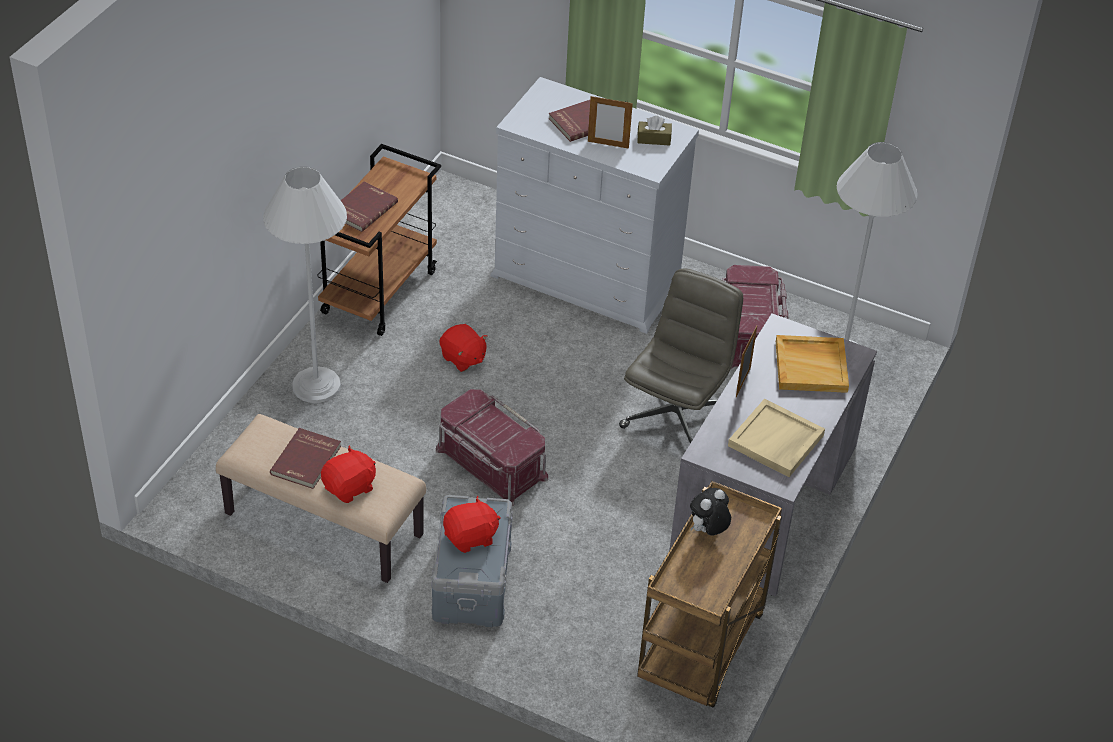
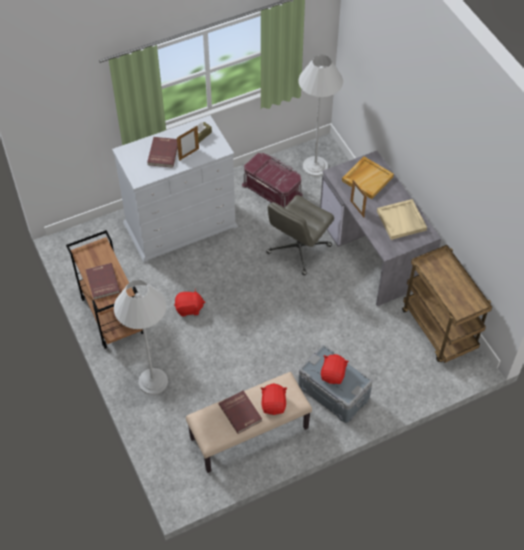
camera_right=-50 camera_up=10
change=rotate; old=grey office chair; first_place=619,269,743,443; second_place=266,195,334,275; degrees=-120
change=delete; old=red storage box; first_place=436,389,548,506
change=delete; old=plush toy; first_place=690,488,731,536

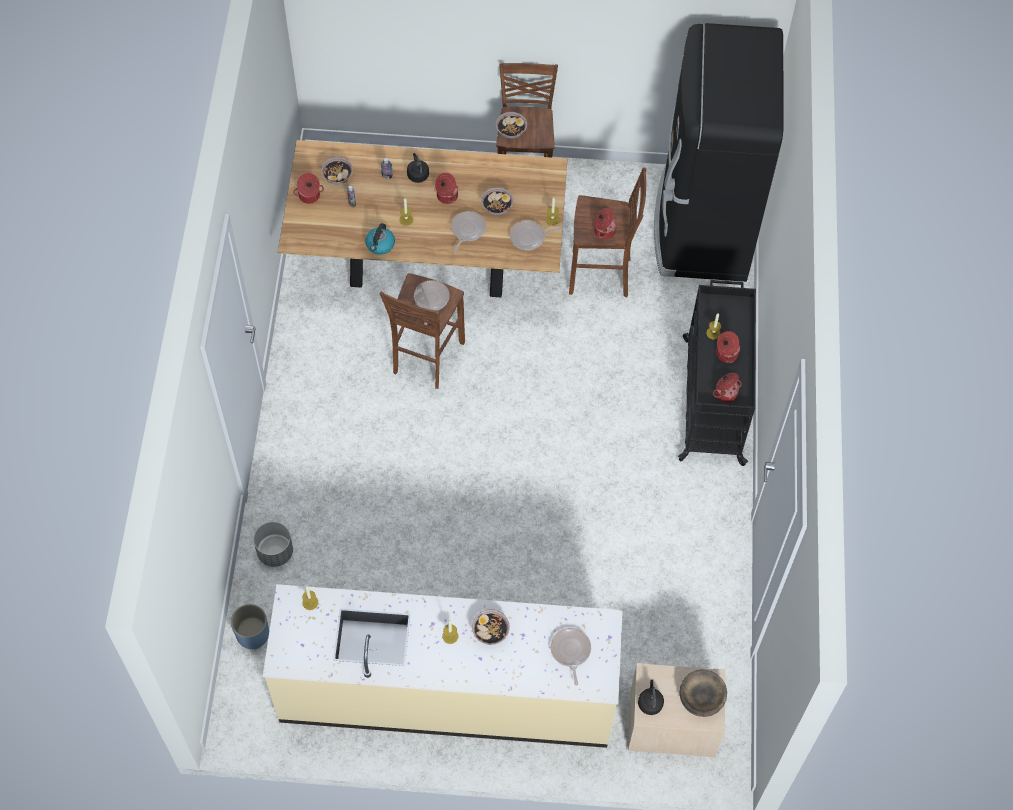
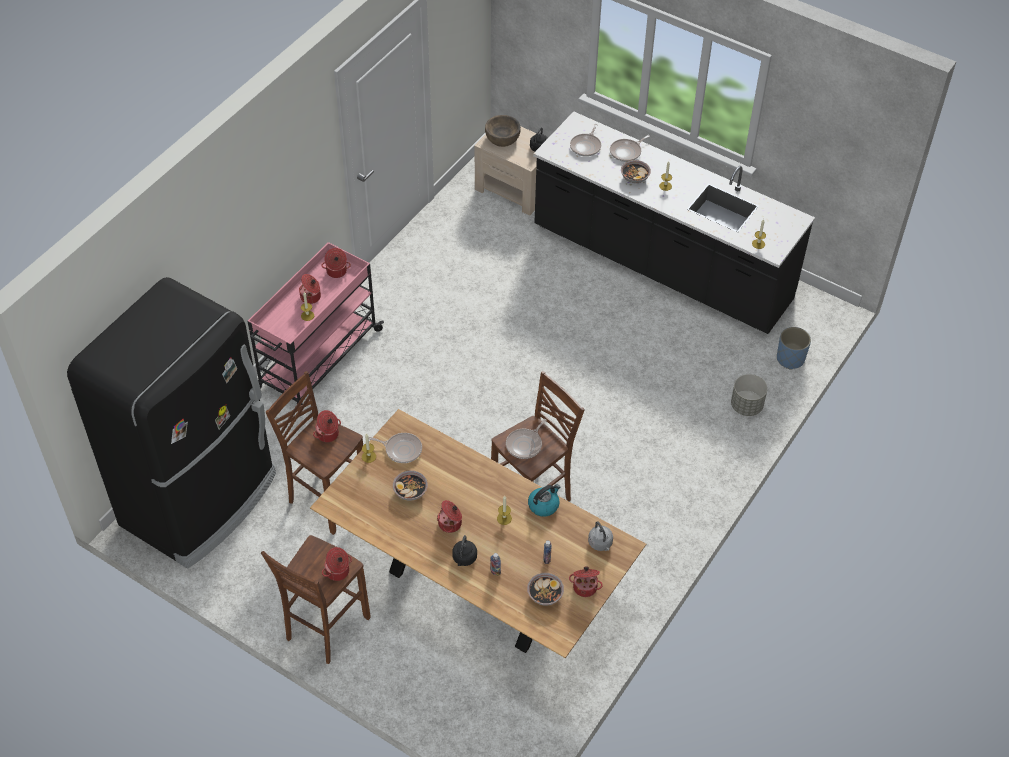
camera_right=-150 camera_up=-10
change=replace; old=bowl; new=cooking pot; first_place=496,112,527,138; second_place=322,547,352,581
change=move; old=frying pan; first_place=451,211,486,252; second_place=610,135,650,162
change=recolor; old=black cart; new=pink cart; first_place=678,280,756,466; second_place=248,242,384,406
change=recolor; old=beige counter; new=black counter; first_place=263,584,623,748; second_place=533,111,815,334
change=insert; new=grey kettle; second_place=588,522,613,551

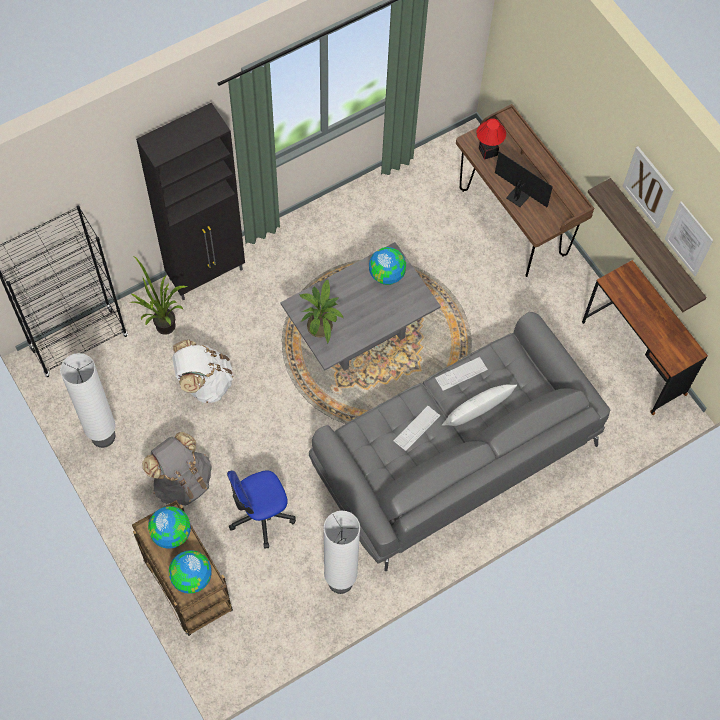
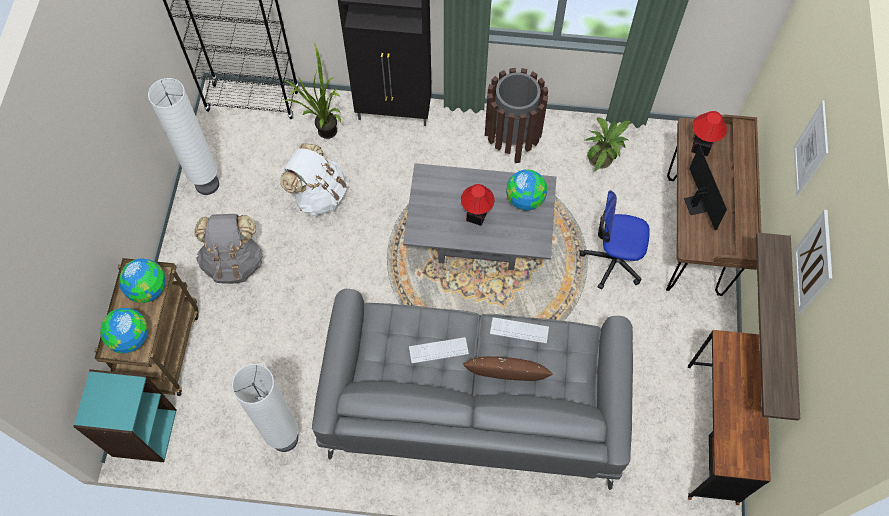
camera_right=40 camera_up=0
change=move; old=picture; first_place=665,201,713,276; second_place=794,100,828,197
change=move; old=potted plant; first_place=300,279,344,343; second_place=585,117,631,172
change=recolor; old=white pillow; new=brown pillow; first_place=442,385,517,426; second_place=463,356,553,381
change=move; old=office chair; first_place=227,470,296,549; second_place=580,190,650,290
change=insert; new=brown trash can; second_place=485,68,548,163
change=insert; new=table lamp; second_place=461,184,495,226
change=insert; new=turquoise bookcase; second_place=73,369,177,462

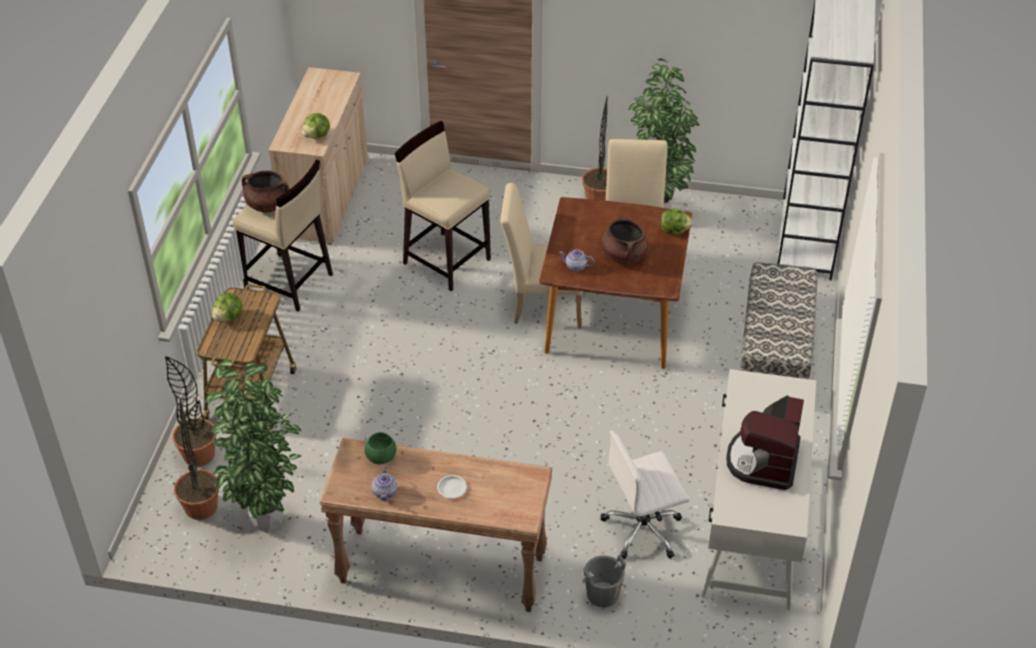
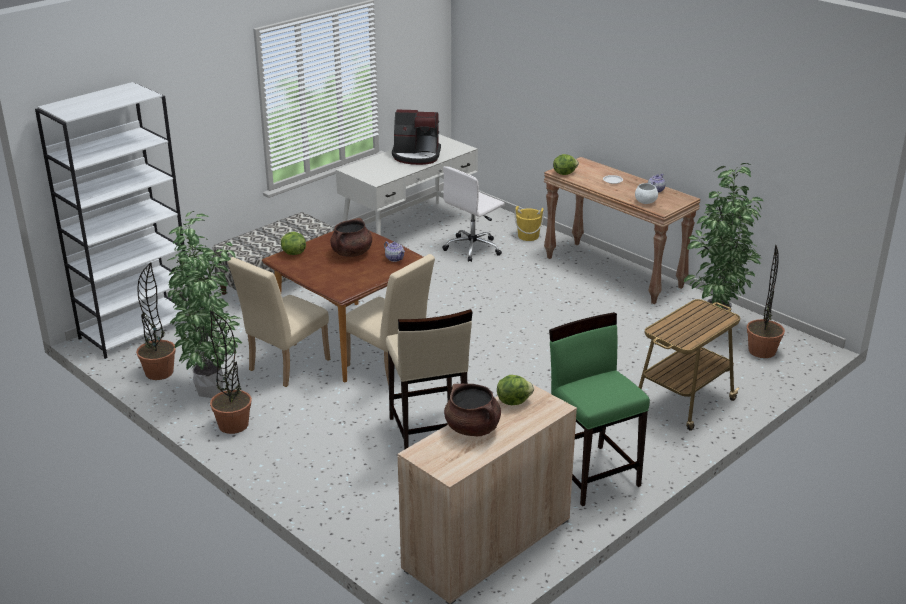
camera_right=-145 camera_up=-15
change=recolor; old=beige stool; new=green stool; first_place=233,159,333,312; second_place=549,312,650,506
change=move; old=brown cooking pot; first_place=242,170,290,213; second_place=444,384,501,436
change=move; old=lettuce; first_place=212,293,243,321; second_place=553,154,579,175
change=move; old=potted plant; first_place=165,356,216,466; second_place=136,262,176,380
change=rotate; old=coffee machine; first_place=726,395,804,490; second_place=392,110,441,165; degrees=45
change=rotate; old=white office chair; first_place=600,431,689,559; second_place=442,166,505,262; degrees=120
change=recolor; old=green bowl; new=white bowl; first_place=365,432,396,465; second_place=635,183,658,204
change=recolor; old=grey bucket; new=yellow bucket; first_place=583,555,626,607; second_place=514,206,544,241

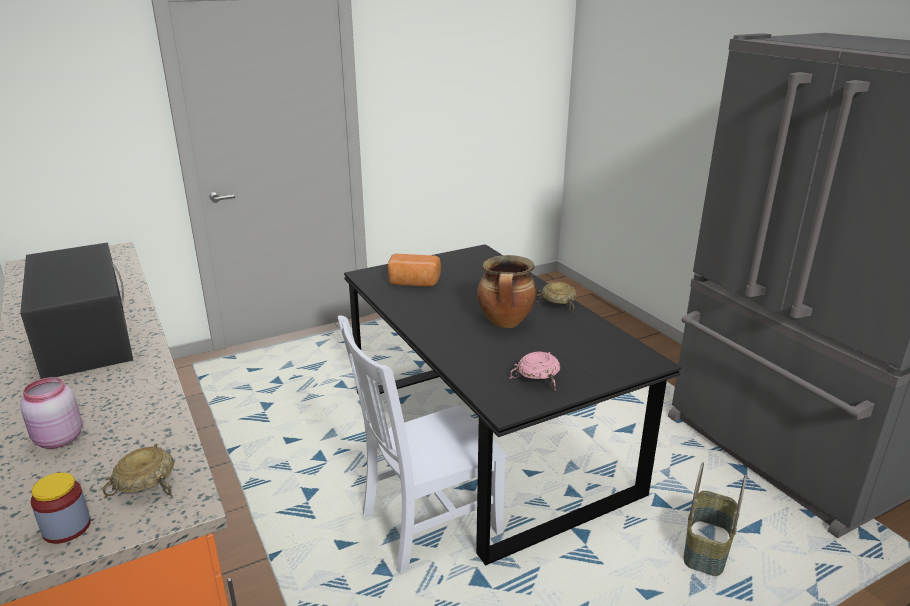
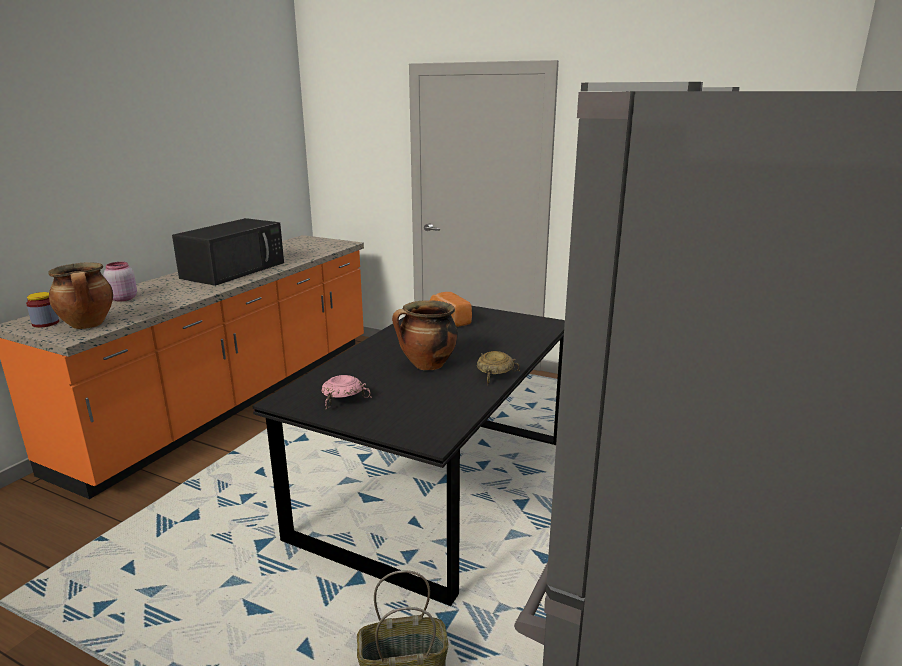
camera_right=55 camera_up=-5
change=delete; old=white chair; first_place=338,315,506,574
change=replace; old=beige bowl; new=cooking pot; first_place=103,444,174,499; second_place=48,263,113,329

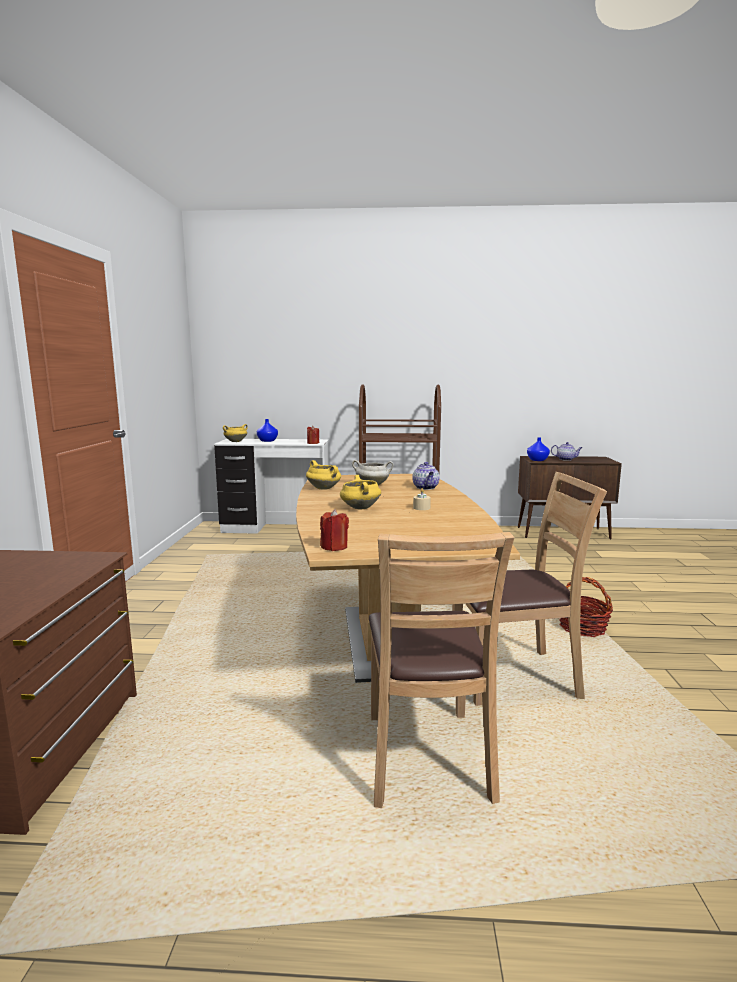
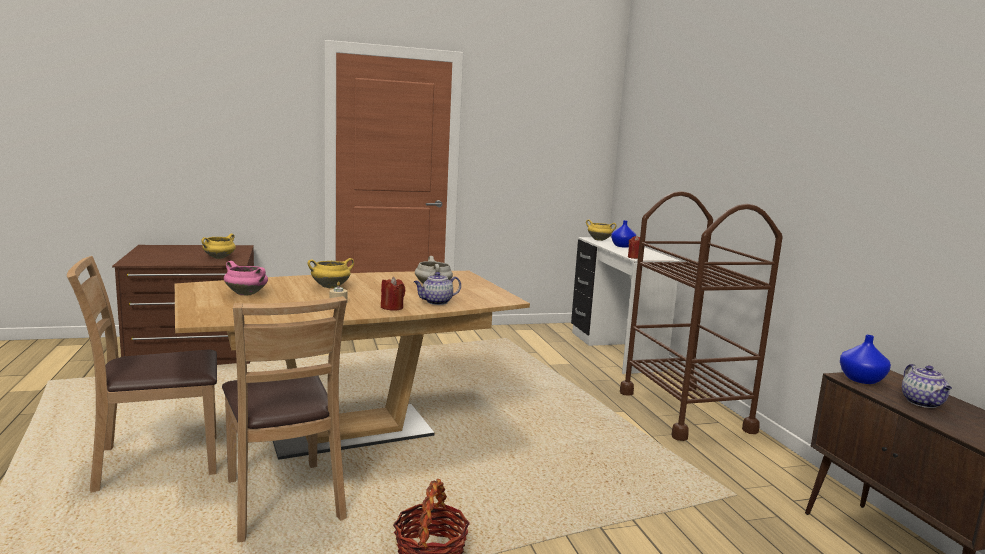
camera_right=70 camera_up=0
change=move; old=yellow cooking pot; first_place=306,460,341,490; second_place=202,234,236,259
change=move; old=red candle; first_place=320,509,349,551; second_place=381,277,405,311
change=insert; new=pink cooking pot; second_place=224,261,268,296

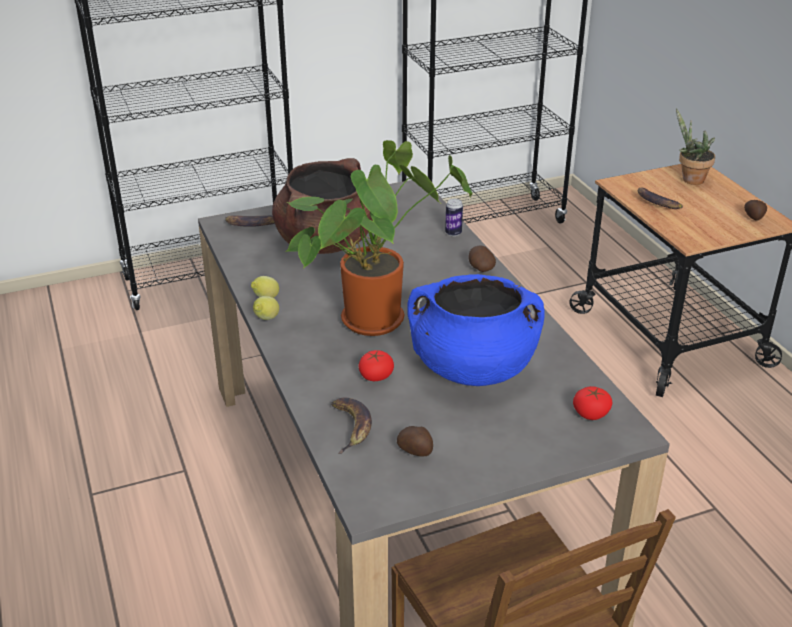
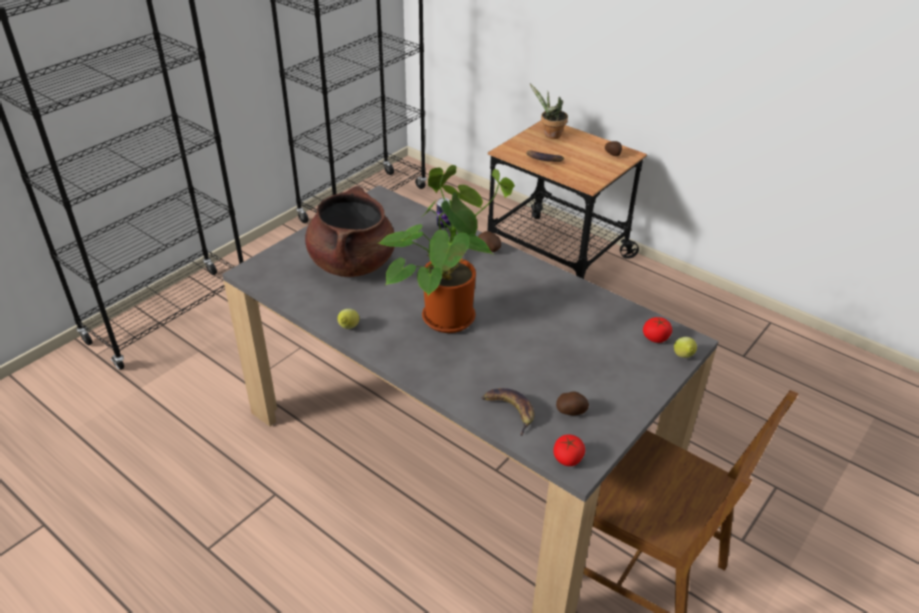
camera_right=-30 camera_up=5
change=delete; old=banana; first_place=225,215,275,227
change=delete; old=blue cooking pot; first_place=407,274,545,386
change=move; old=lemon; first_place=253,296,279,320; second_place=674,337,697,358
change=move; old=tomato; first_place=358,350,394,381; second_place=553,434,585,466

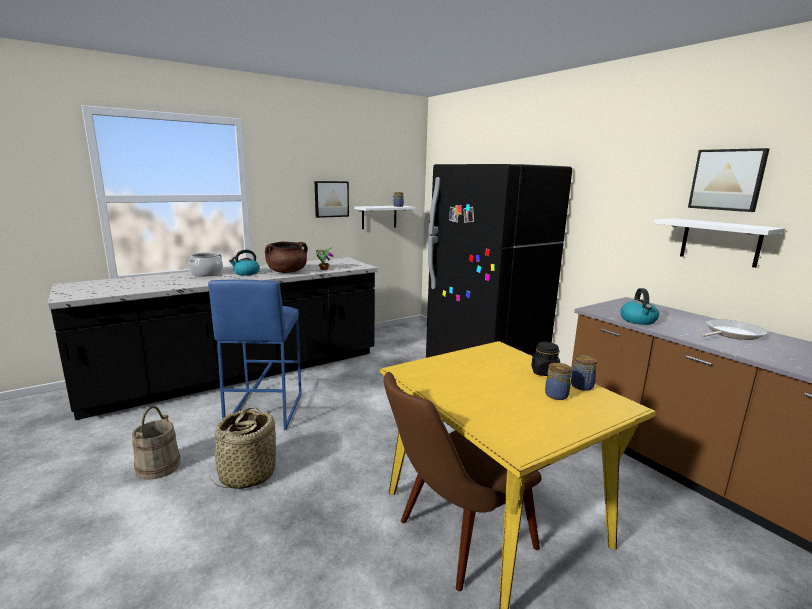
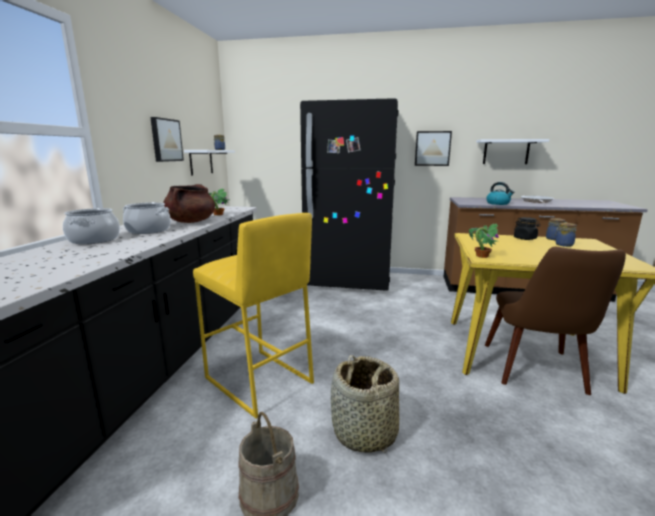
camera_right=-45 camera_up=0
change=move; old=picture; first_place=688,148,769,212; second_place=415,131,452,166
change=replace; old=kettle; new=cooking pot; first_place=229,250,260,275; second_place=123,202,171,234
change=recolor; old=blue stool; new=yellow stool; first_place=208,280,302,430; second_place=193,213,314,418
change=insert; new=potted plant; second_place=469,224,499,258

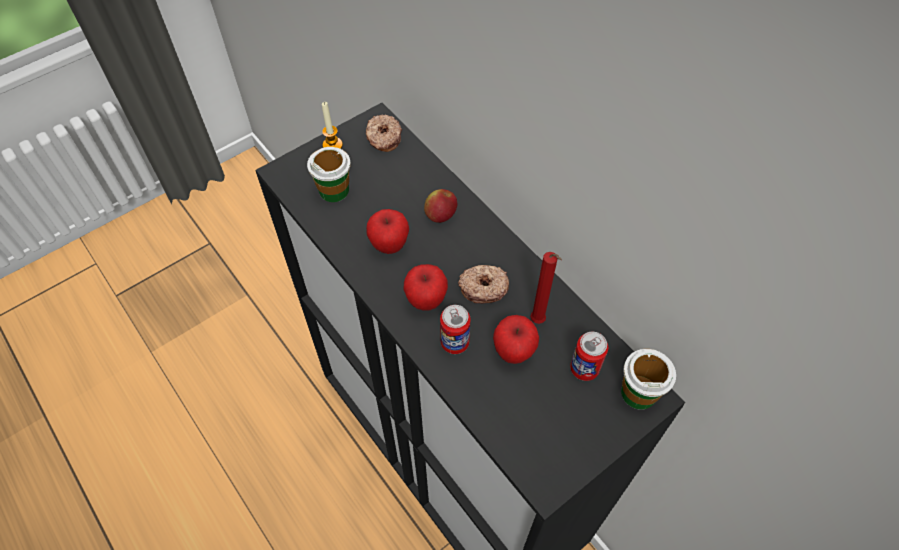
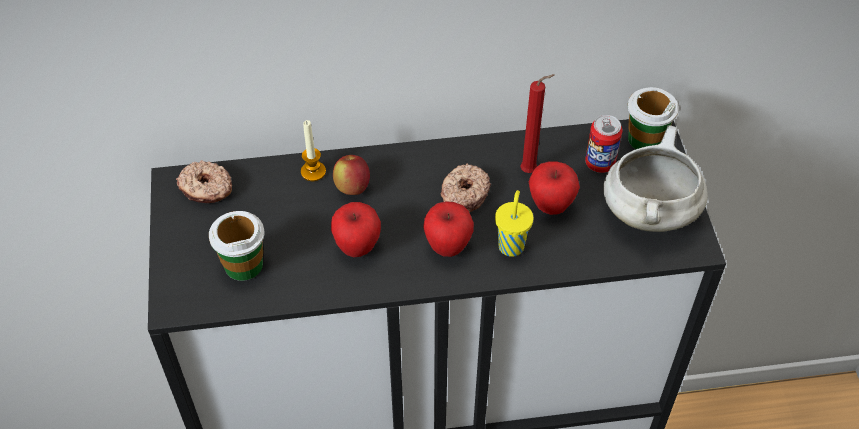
camera_right=-60 camera_up=-5
change=move; old=candle; first_place=322,102,343,149; second_place=301,120,326,181
change=replace; old=can; new=yellow cup; first_place=440,305,471,354; second_place=495,190,533,257
change=insert; new=white cooking pot; second_place=603,125,708,232

